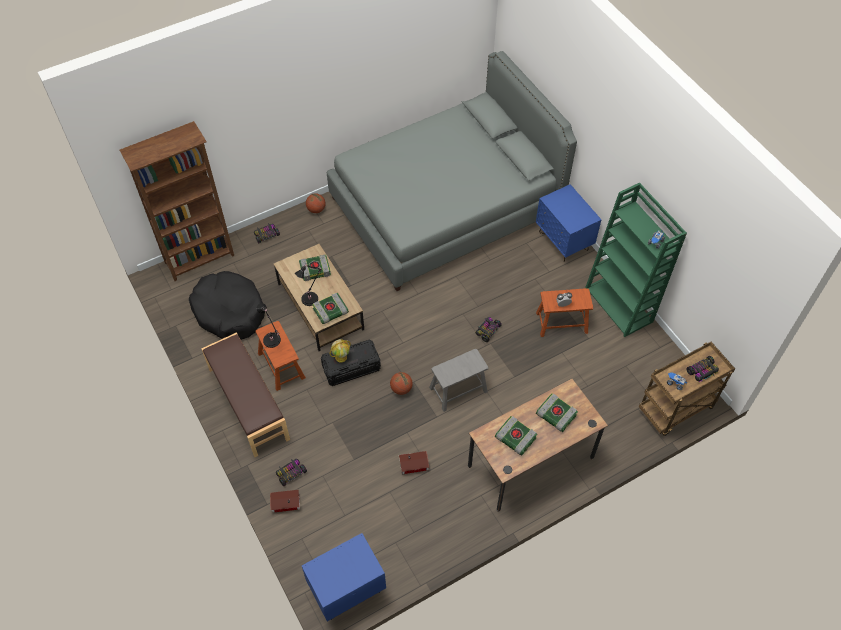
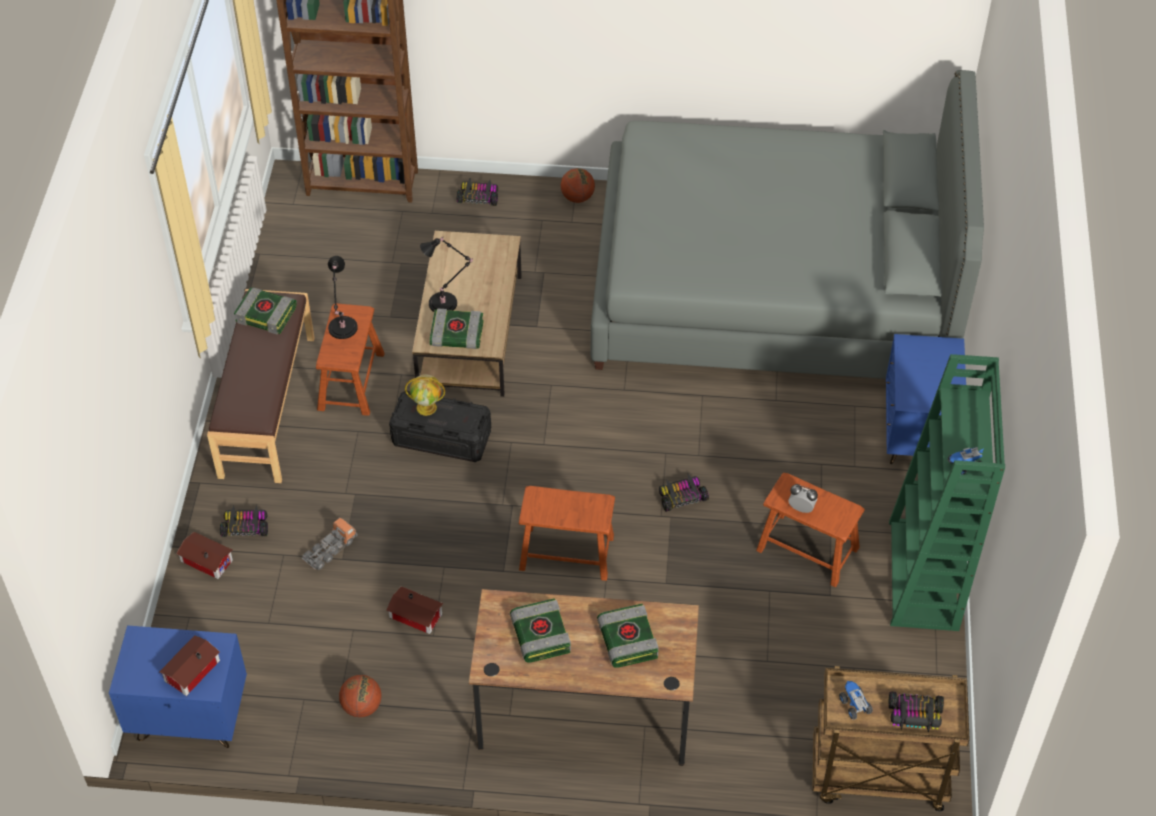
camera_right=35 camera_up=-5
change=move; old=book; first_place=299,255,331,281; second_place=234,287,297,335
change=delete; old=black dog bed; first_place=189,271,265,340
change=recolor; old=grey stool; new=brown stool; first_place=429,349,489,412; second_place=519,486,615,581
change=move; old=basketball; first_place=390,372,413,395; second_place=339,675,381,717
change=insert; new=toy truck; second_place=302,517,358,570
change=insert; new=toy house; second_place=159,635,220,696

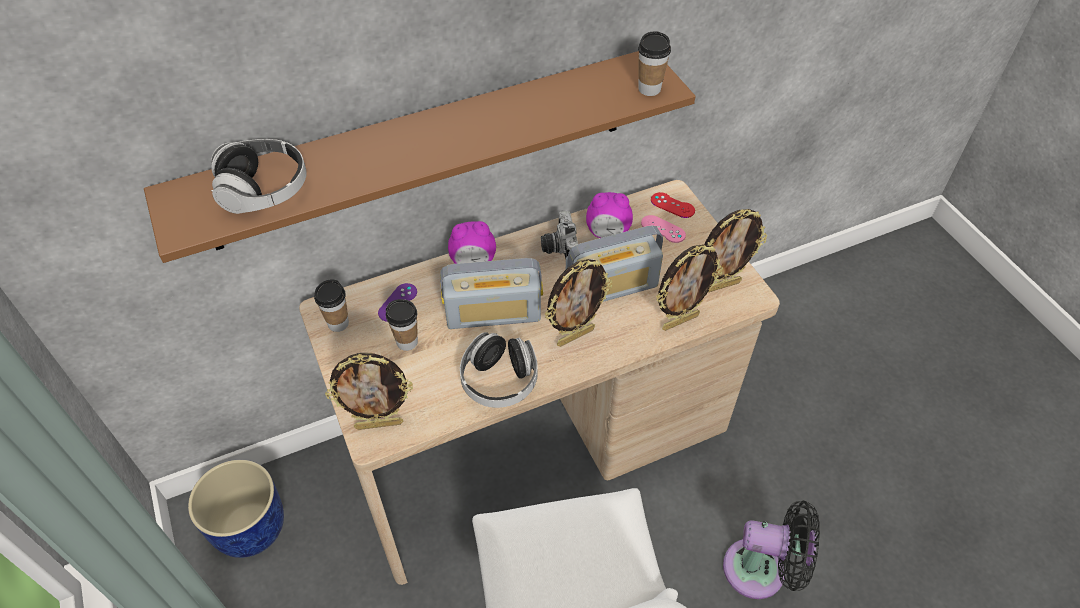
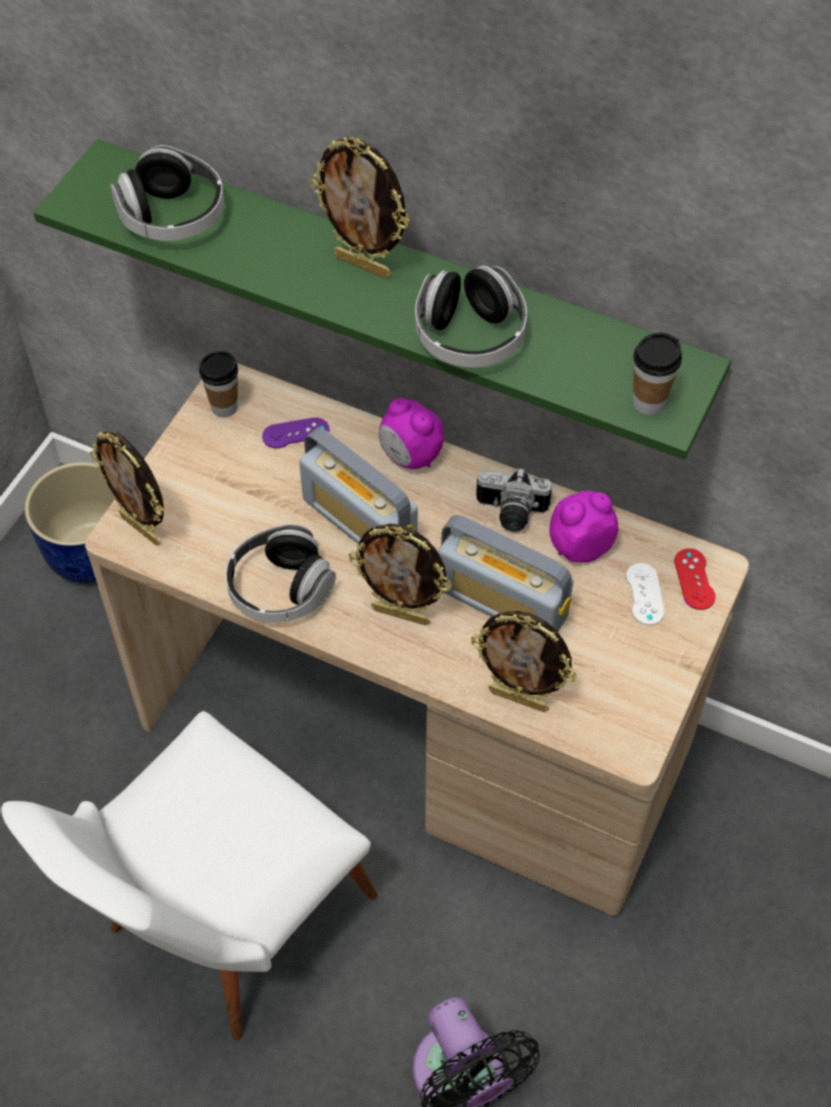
camera_right=50 camera_up=5
change=recolor; old=brown shelf; new=green shelf; first_place=144,51,696,263; second_place=33,139,731,460
change=rotate; old=alarm clock; first_place=586,192,633,238; second_place=549,491,618,563; degrees=105
change=move; old=picture frame; first_place=704,209,767,292; second_place=310,137,410,279
change=rotate; old=photo camera; first_place=541,210,578,259; second_place=476,468,552,532; degrees=-120
change=recolor; old=pink game controller; new=white game controller; first_place=641,215,686,243; second_place=626,563,665,625
change=delete; old=cup; first_place=386,299,418,351
change=insert; new=headphones; second_place=415,266,527,367

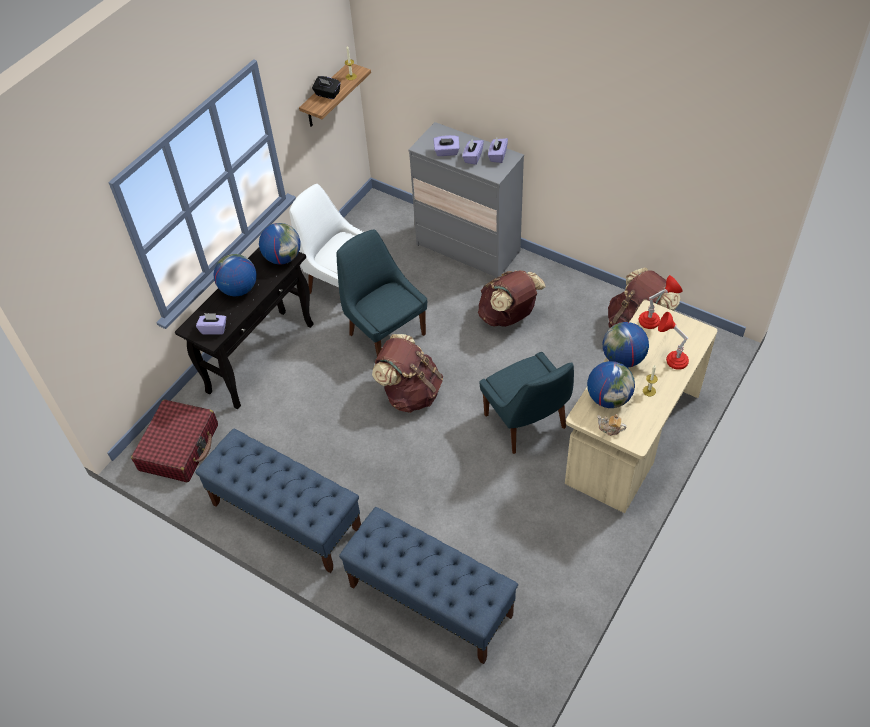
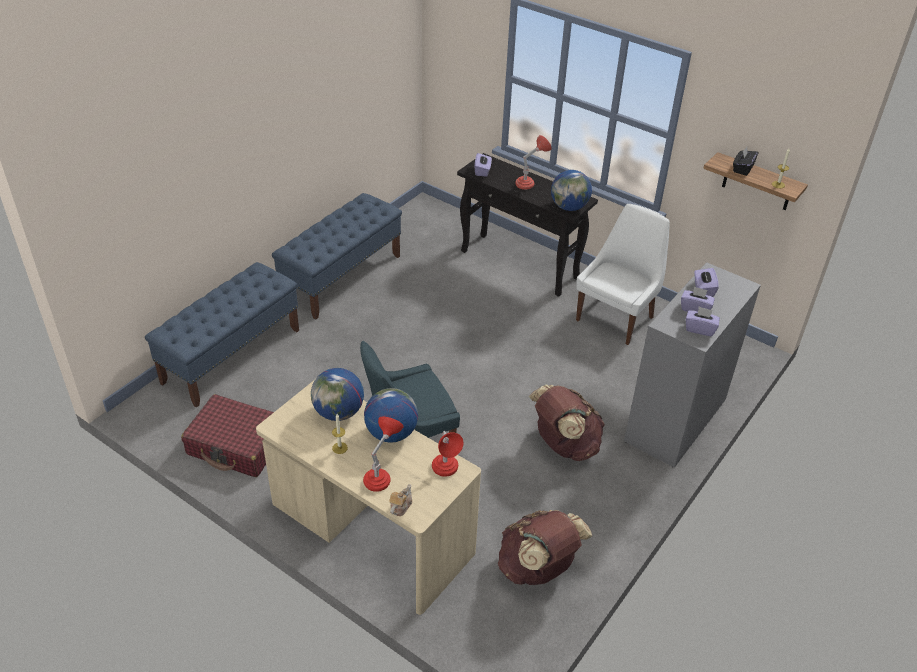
camera_right=90 camera_up=-10
change=delete; old=blue chair; first_place=336,229,427,356
change=replace; old=globe; new=red table lamp; first_place=213,254,257,296; second_place=515,135,552,190
change=delete; old=brown backpack; first_place=372,334,443,413
change=move; old=red suitcase; first_place=131,400,218,482; second_place=181,394,274,477
change=move; old=teapot; first_place=597,414,626,436; second_place=389,484,412,516

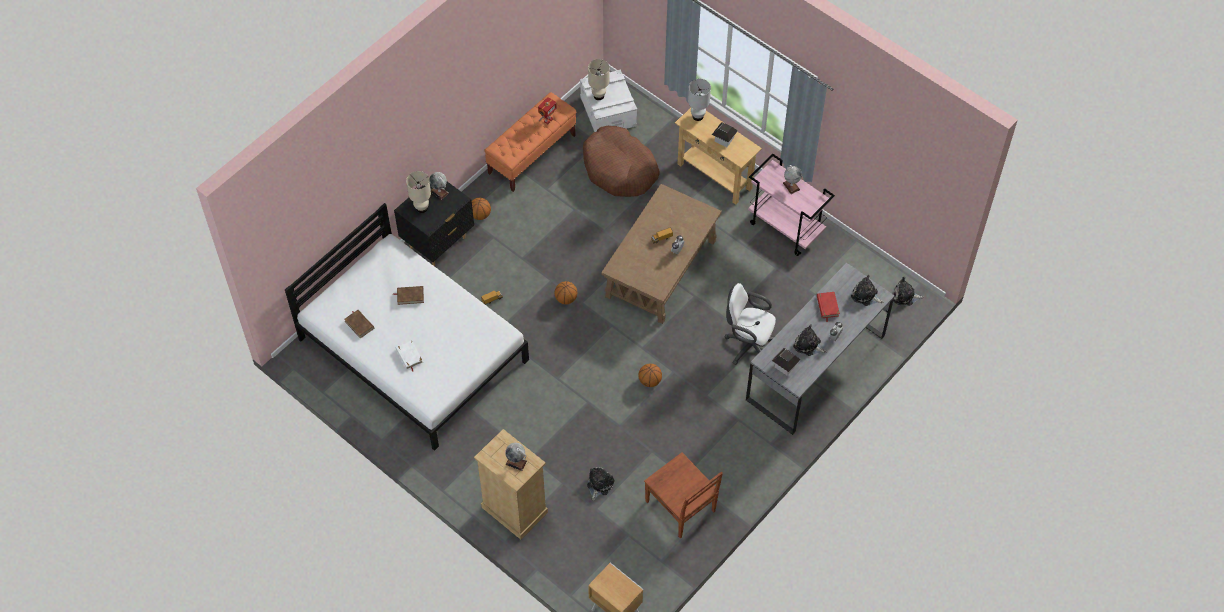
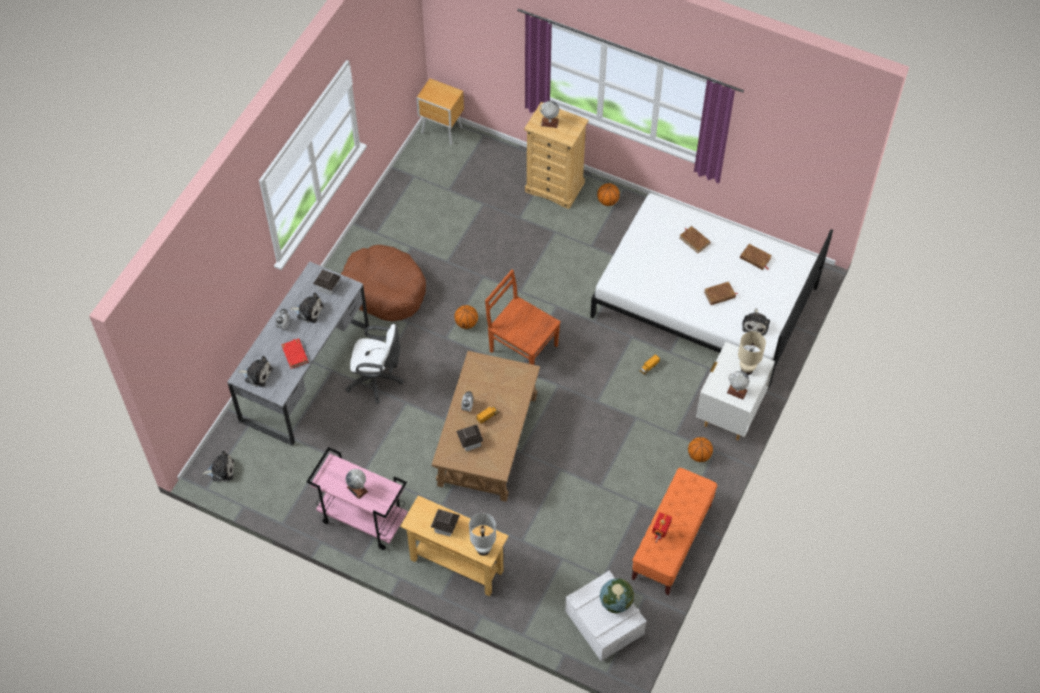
camera_right=165 camera_up=0
change=replace; old=beige table lamp; new=globe; first_place=588,59,609,100; second_place=600,578,634,613
change=move; old=brown dog bed; first_place=583,126,660,197; second_place=341,245,426,321
change=recolor; old=black nightstand; new=white nightstand; first_place=394,182,474,266; second_place=696,342,775,440
change=move; old=basketball; first_place=554,281,578,304; second_place=597,183,620,206
change=recolor; old=white book; new=brown book; first_place=396,340,423,372; second_place=680,226,711,253
change=move; old=brown chair; first_place=644,452,723,538; second_place=485,269,561,365
change=move; old=plush toy; first_place=587,467,615,501; second_place=742,308,770,335
change=insert; new=toy house; second_place=456,425,483,452

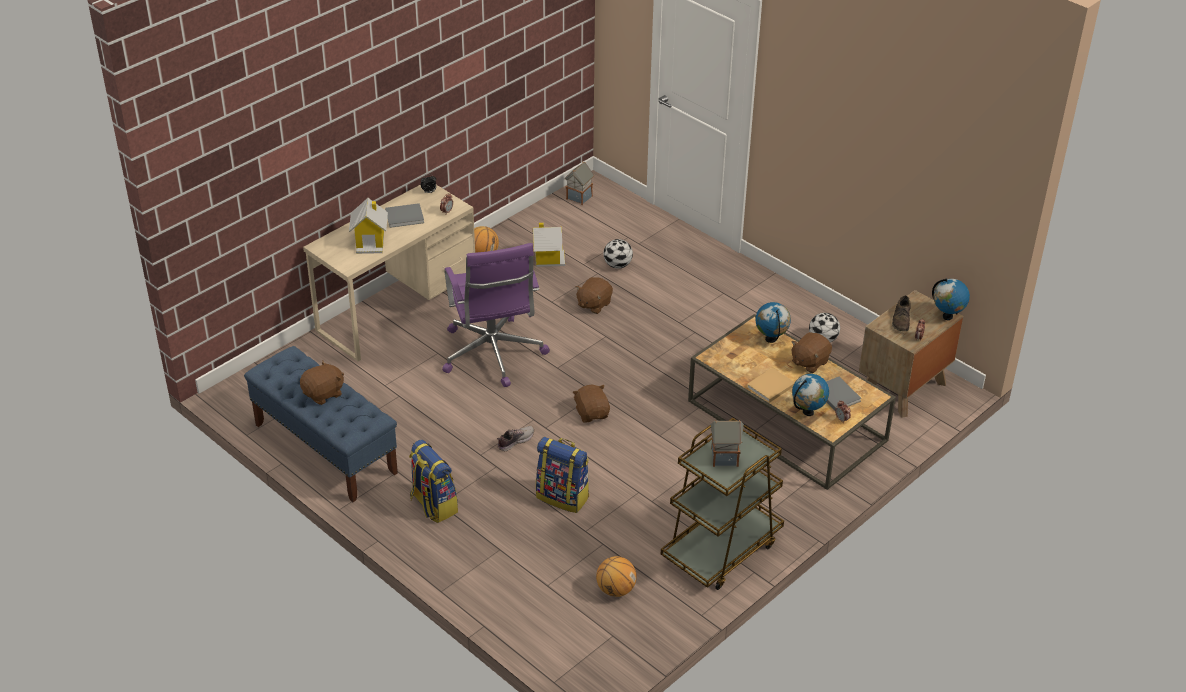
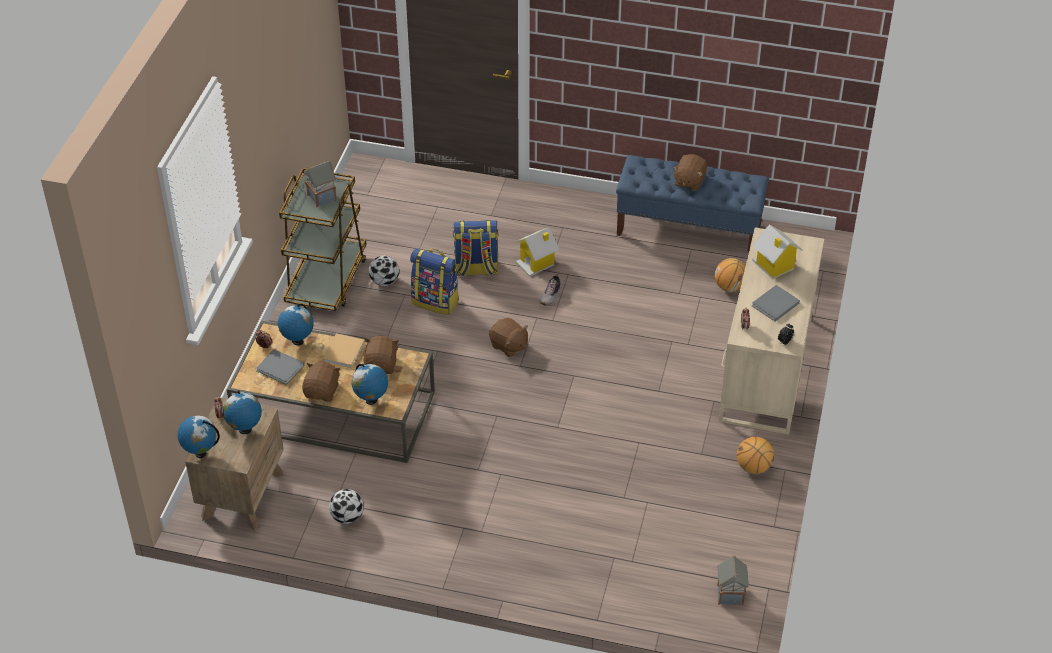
camera_right=150 camera_up=5
change=move; old=toy house; first_place=533,223,565,267; second_place=515,227,559,277
change=move; old=football; first_place=603,239,633,269; second_place=369,256,399,286
change=delete; old=purple office chair; first_place=442,243,550,387
change=move; old=brown plush toy; first_place=576,277,613,314; second_place=363,336,399,374
change=replace; old=brown shoe; new=globe; first_place=892,296,911,331; second_place=223,390,262,434
change=move; old=backpack; first_place=409,440,458,523; second_place=410,248,459,315
change=move; old=basketball; first_place=596,556,637,597; second_place=714,258,746,292

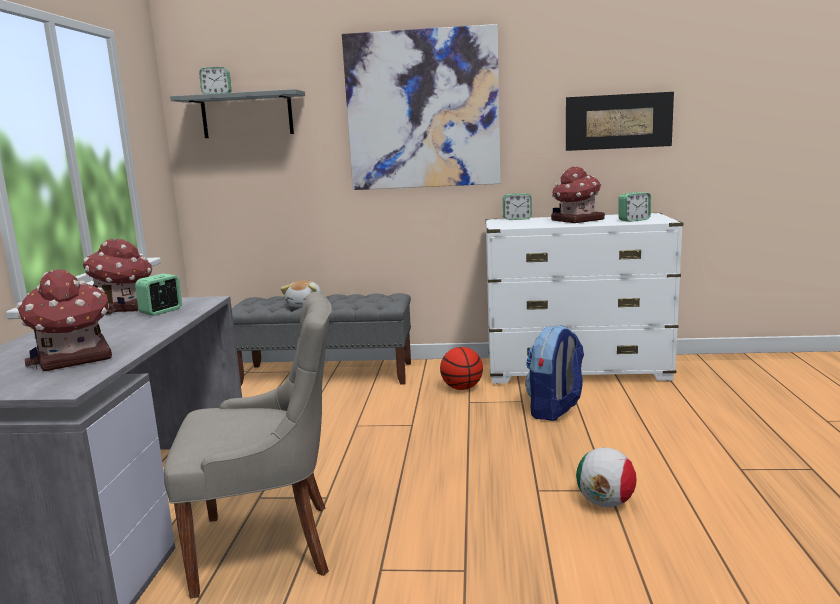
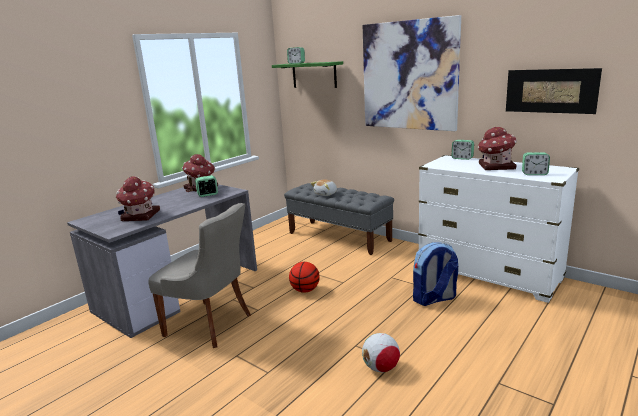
camera_right=35 camera_up=5
change=recolor; old=grey shelf; new=green shelf; first_place=170,89,305,138; second_place=272,61,343,88
change=move; old=basketball; first_place=440,347,483,390; second_place=289,262,320,293

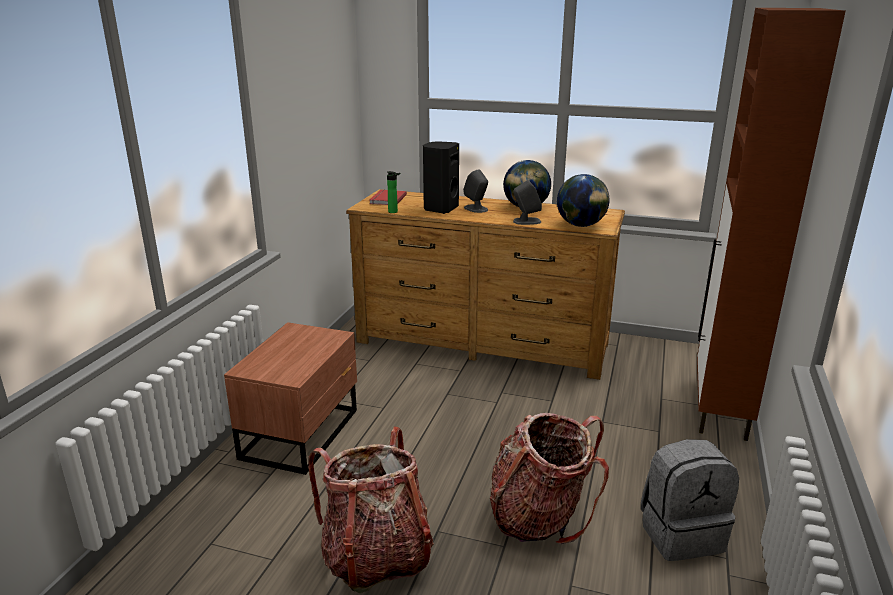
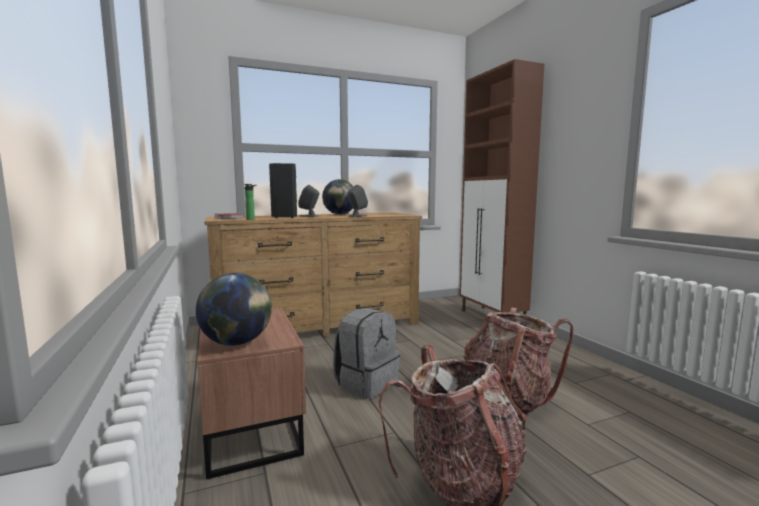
camera_right=-40 camera_up=-15
change=move; old=globe; first_place=557,174,610,227; second_place=196,273,272,346
change=move; old=grey backpack; first_place=641,439,739,561; second_place=333,308,400,399

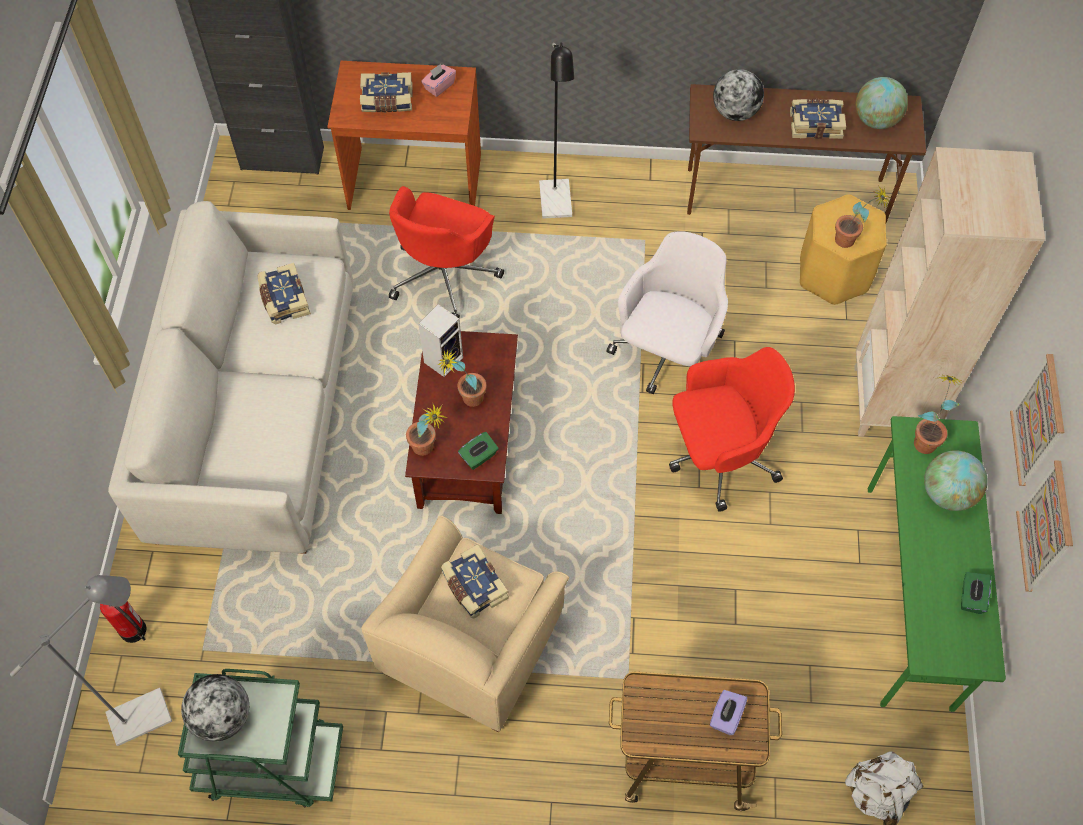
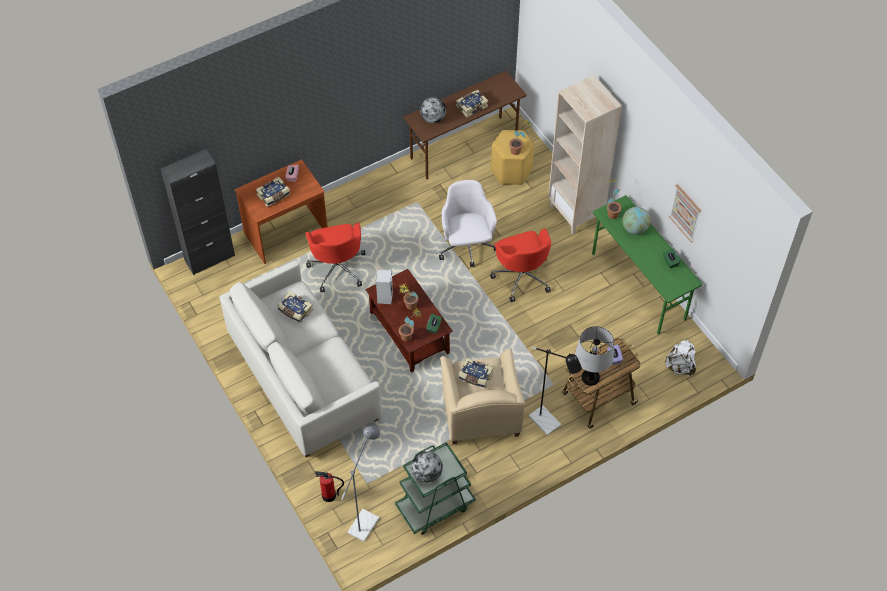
camera_right=-35 camera_up=-5
change=move; old=black floor lamp; first_place=539,43,574,219; second_place=529,347,582,435
change=delete; old=globe; first_place=856,77,908,129
change=rotate; old=red office chair; first_place=669,347,795,512; second_place=490,229,551,302; degrees=120
change=delete; old=picture; first_place=1010,354,1064,486
change=insert; new=table lamp; second_place=575,326,614,386

